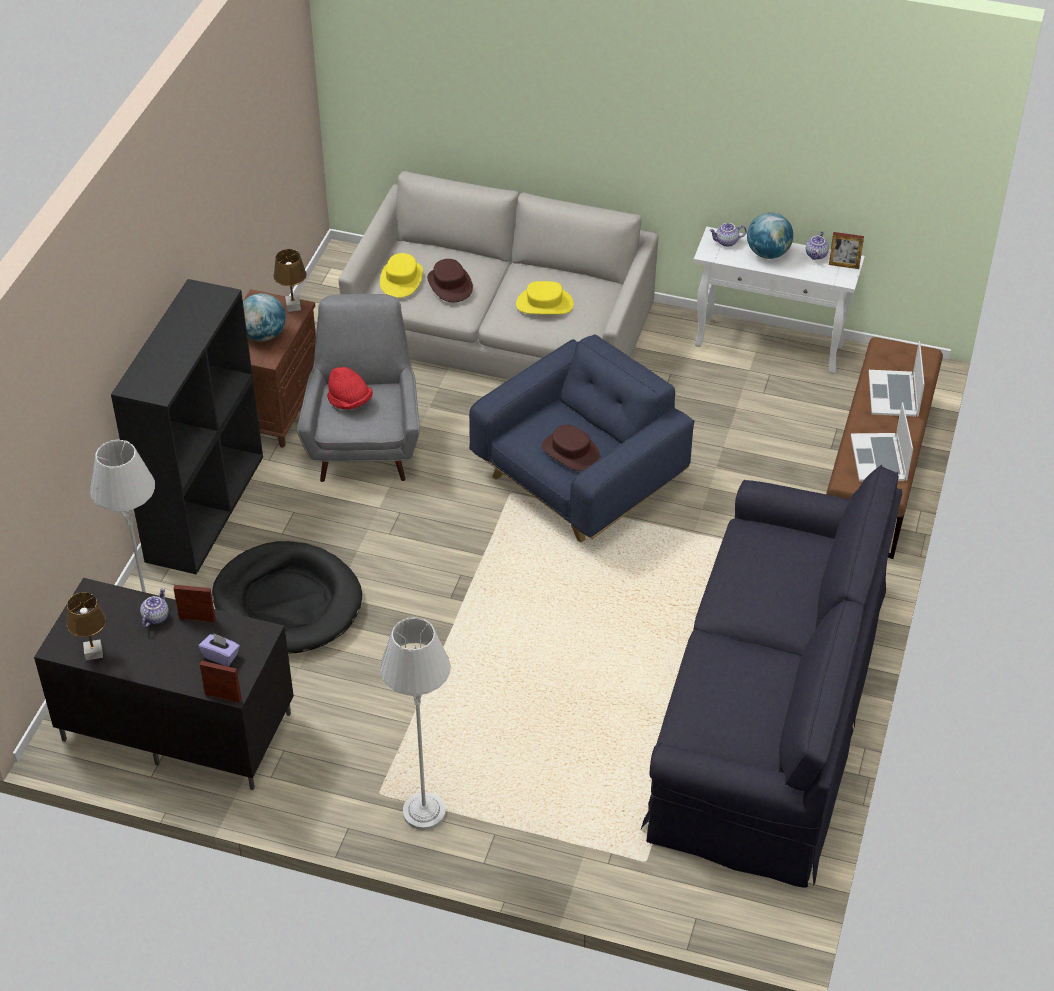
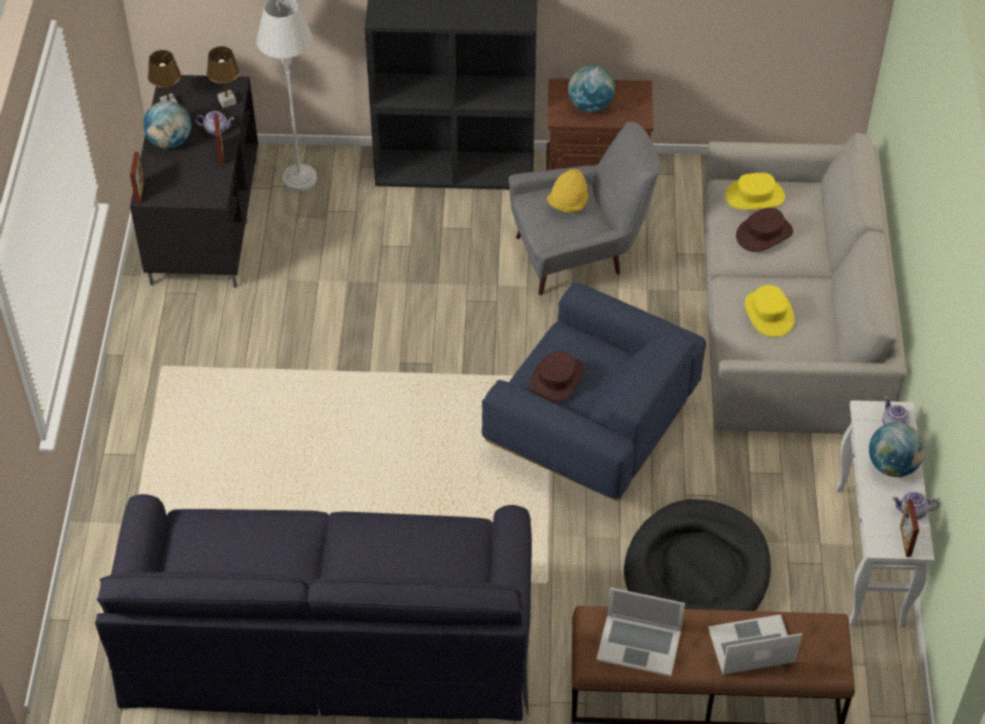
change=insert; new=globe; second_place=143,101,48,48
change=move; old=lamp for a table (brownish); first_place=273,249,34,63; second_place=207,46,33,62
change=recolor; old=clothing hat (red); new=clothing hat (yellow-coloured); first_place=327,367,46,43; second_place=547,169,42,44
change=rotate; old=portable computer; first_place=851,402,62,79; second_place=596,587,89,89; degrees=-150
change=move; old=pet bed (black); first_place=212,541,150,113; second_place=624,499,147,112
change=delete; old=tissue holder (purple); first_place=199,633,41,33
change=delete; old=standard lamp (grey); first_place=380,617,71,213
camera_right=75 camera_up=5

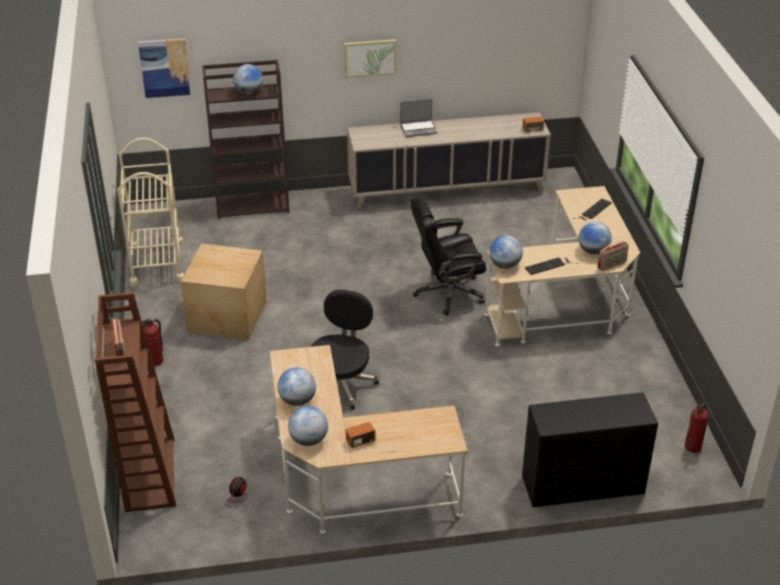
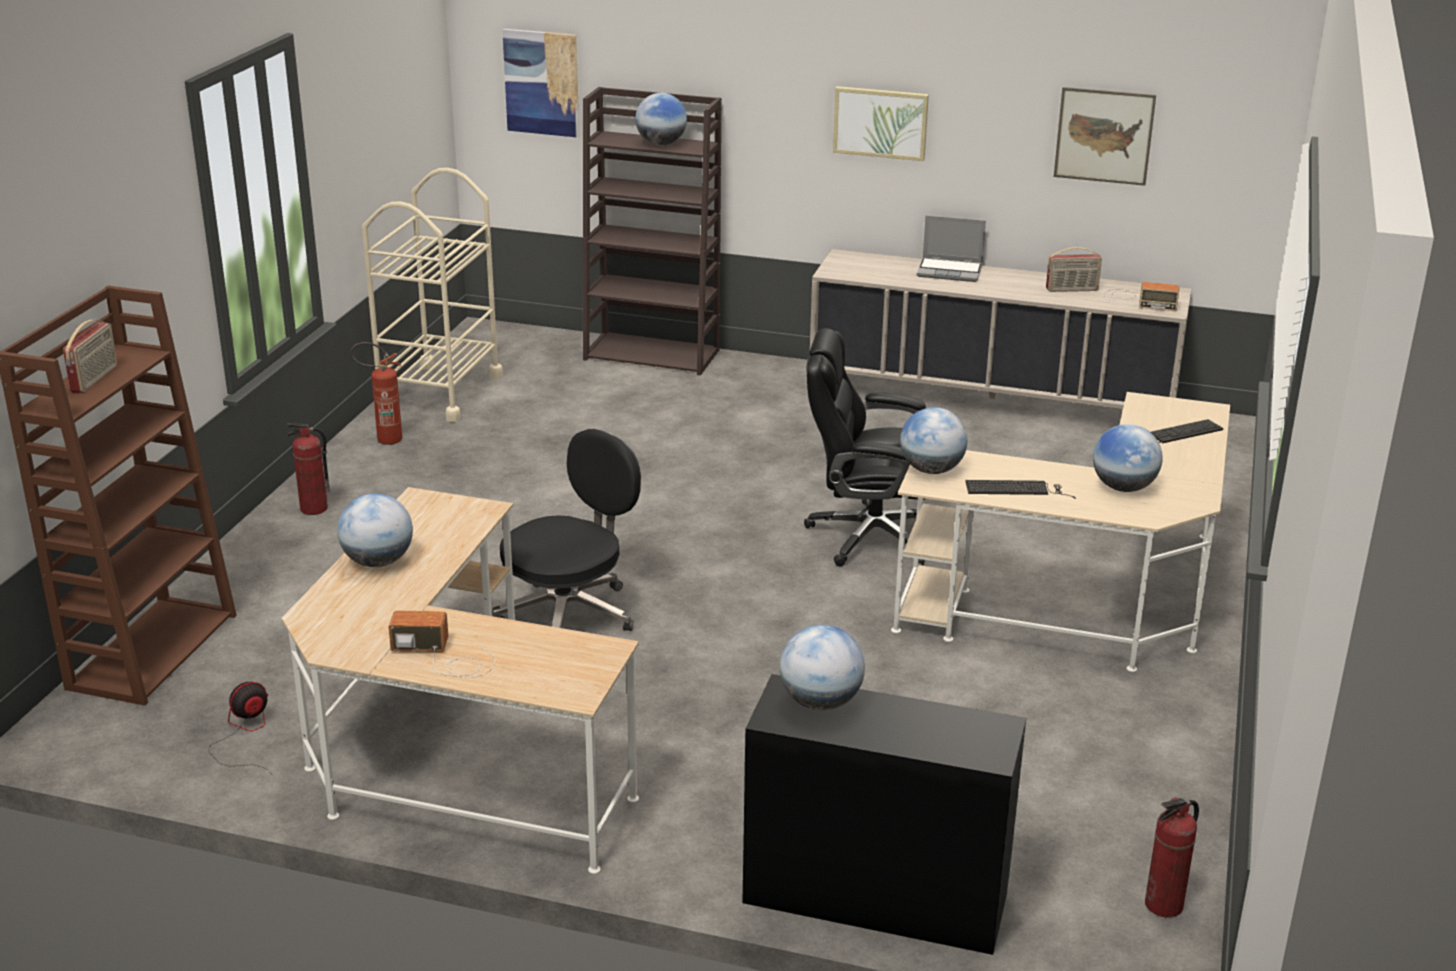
change=insert; new=fire-fighting cylinder; second_place=350,342,52,103
change=move; old=globe; first_place=288,406,40,40; second_place=780,625,85,85
change=move; old=radio receiver; first_place=597,241,32,30; second_place=1046,247,56,45
change=insert; new=wall picture; second_place=1054,87,102,99
change=delete; old=cardboard box; first_place=181,243,86,97
camera_right=25 camera_up=-10

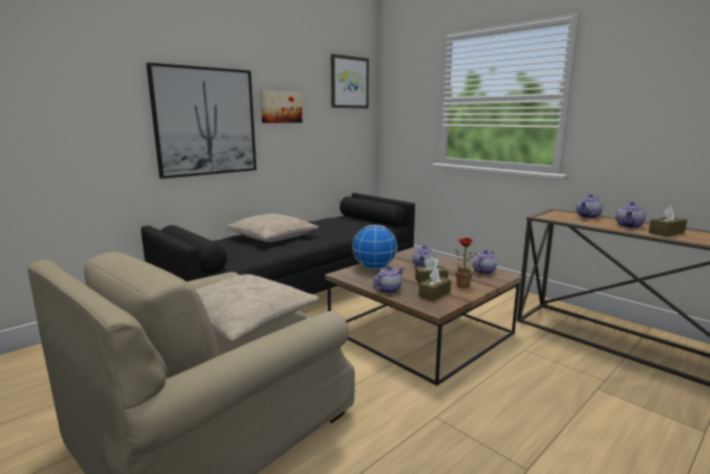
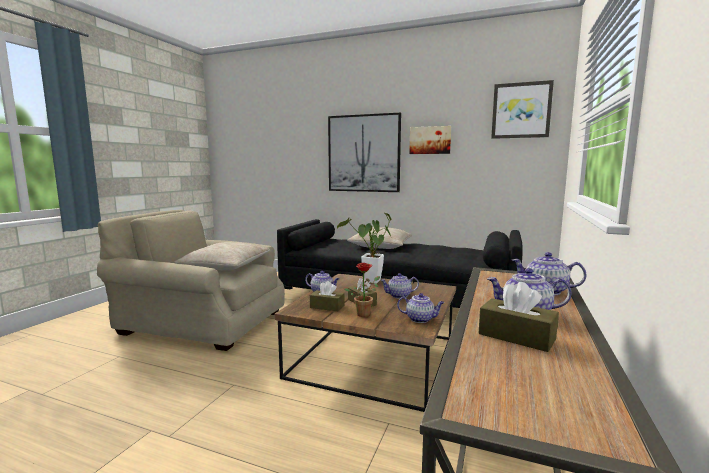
change=replace; old=globe; new=houseplant; first_place=352,225,45,44; second_place=337,213,54,71
camera_right=65 camera_up=-5

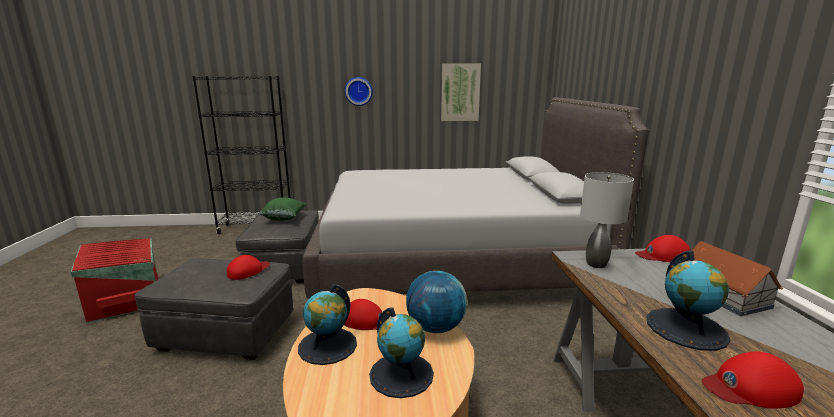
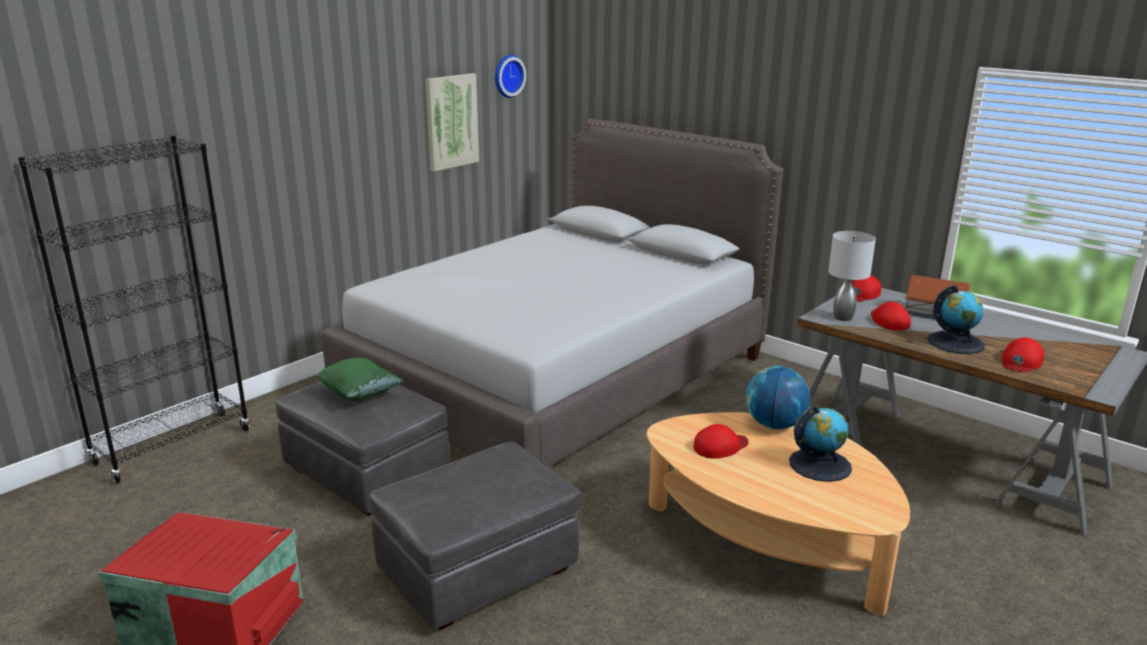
change=move; old=wall clock; first_place=345,77,28,29; second_place=495,55,31,43
change=move; old=cap (red); first_place=227,255,43,25; second_place=871,302,40,28
change=delete; old=globe; first_place=298,284,59,81
camera_right=-45 camera_up=5

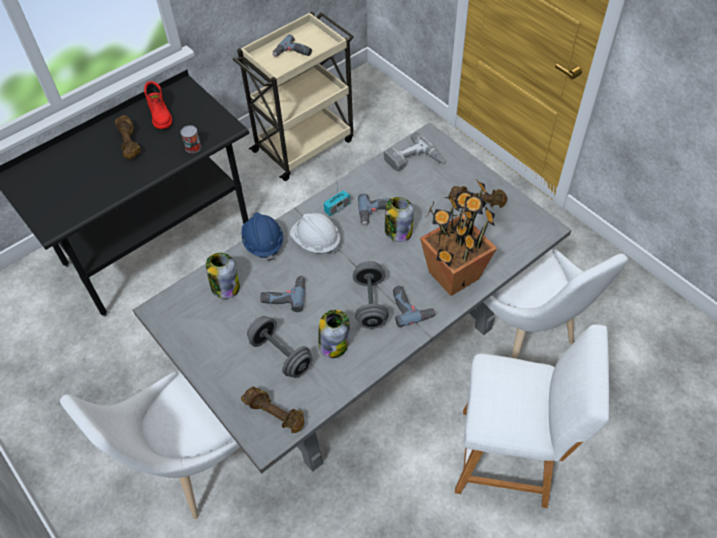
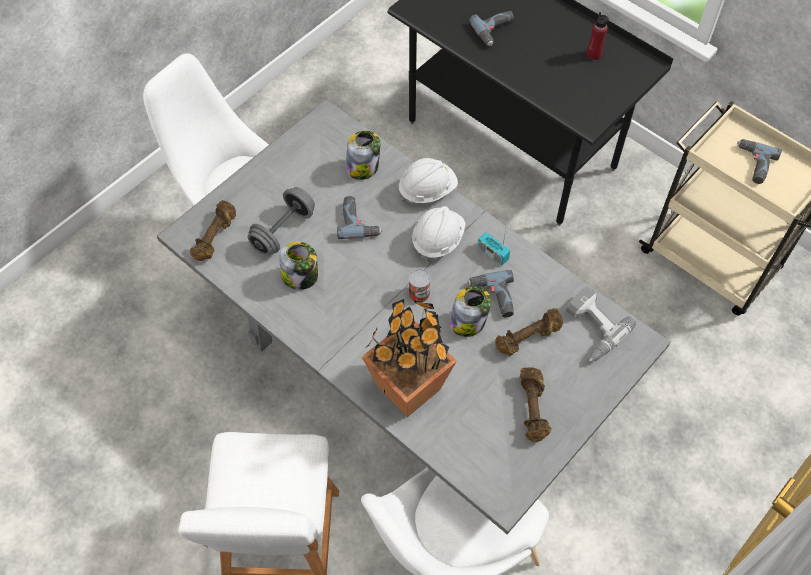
change=recolor; old=safety helmet (bluish); new=safety helmet (white); first_place=241,212,42,49; second_place=399,158,59,46
change=move; old=sealed can; first_place=181,125,20,28; second_place=409,269,22,34
change=move; old=power drill; first_place=393,286,44,41; second_place=469,11,45,35
change=move; old=dumbbell (brownish); first_place=115,115,26,44; second_place=495,308,68,48
change=replace; old=high-top boot (red); new=bottle (red); first_place=144,81,28,48; second_place=587,12,22,48
change=delete; old=dumbbell (grey); first_place=353,261,36,68
camera_right=80 camera_up=5

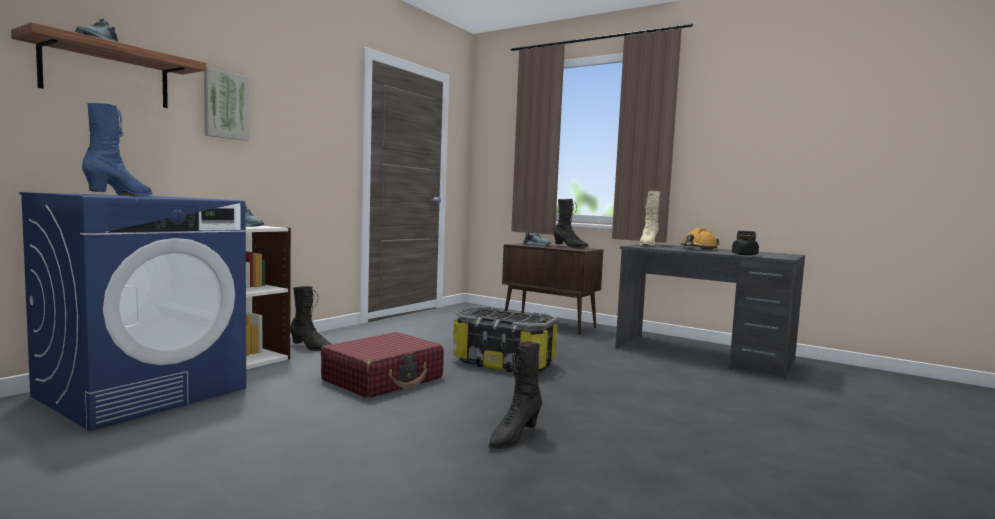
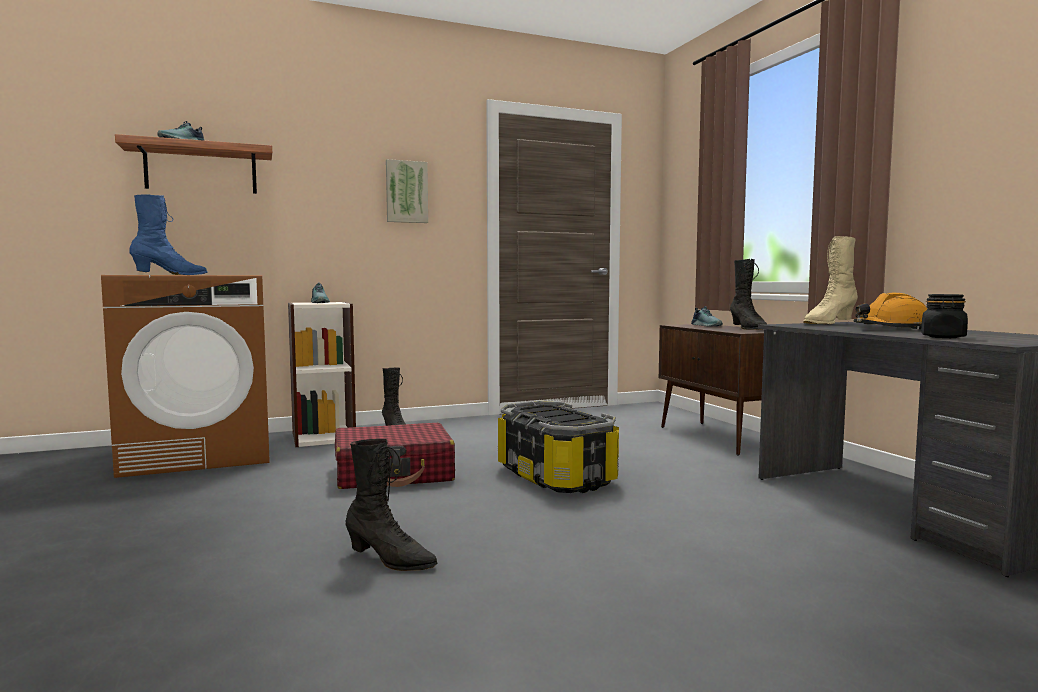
change=recolor; old=laundry appliance (bluish); new=laundry appliance (brownish); first_place=19,192,227,239; second_place=101,275,169,203
change=rotate; old=high-top boot (black); first_place=488,342,54,107; second_place=346,439,91,132; degrees=-135
change=move; old=wall picture; first_place=204,68,45,73; second_place=386,159,42,64
camera_right=35 camera_up=0

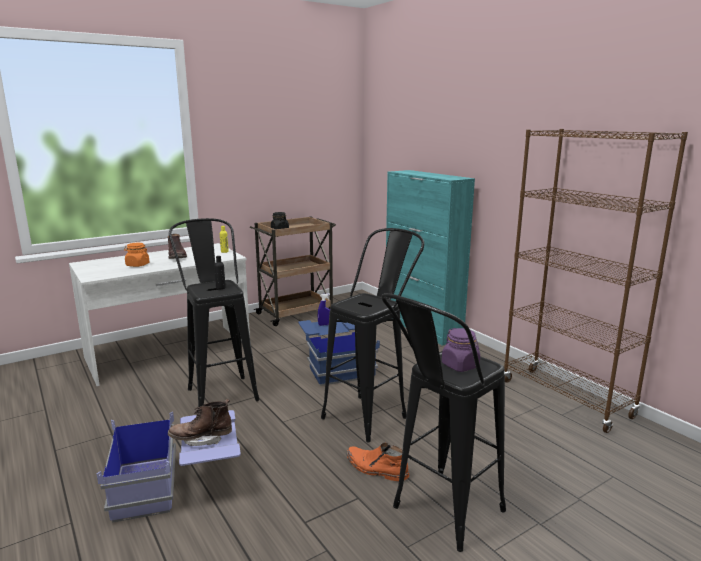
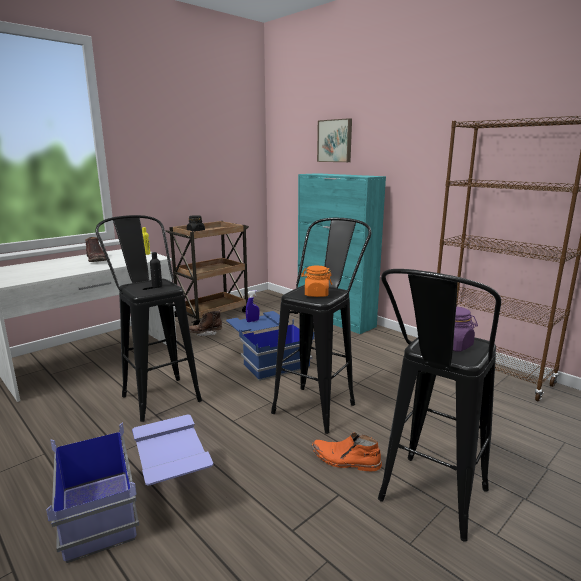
change=move; old=high-top boot (brownish); first_place=168,399,64,47; second_place=189,310,33,26
change=move; old=preserve jar (orange-coloured); first_place=124,243,25,24; second_place=301,266,31,31
change=insert; new=wall picture; second_place=317,118,35,44
camera_right=-10 camera_up=0

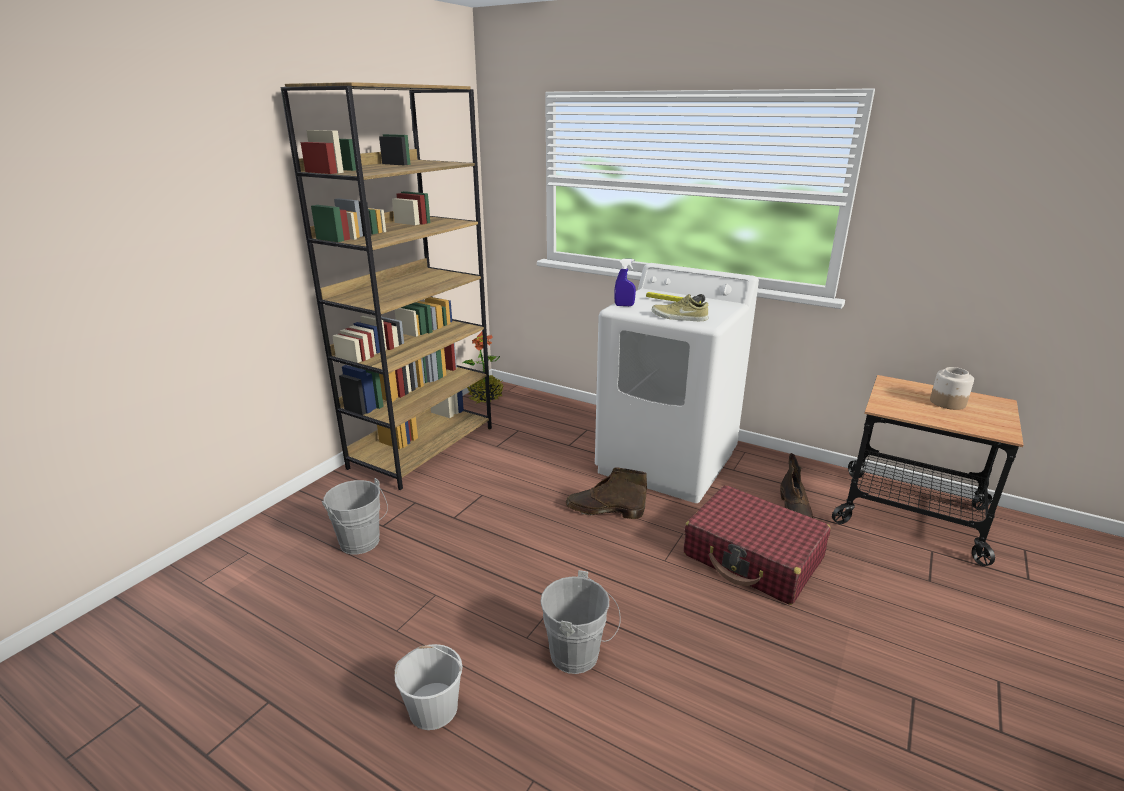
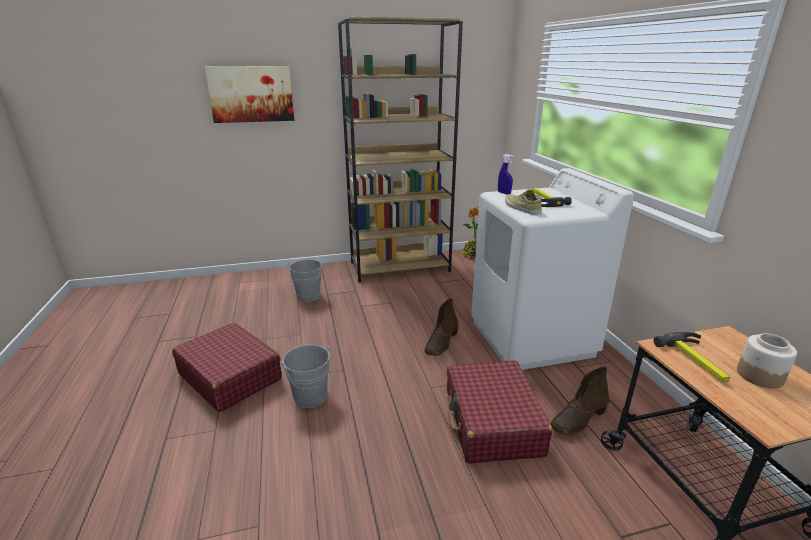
change=replace; old=bucket (white); new=piece of luggage (red); first_place=395,644,67,86; second_place=172,323,110,89
change=insert; new=wall picture; second_place=204,66,90,57
change=rotate; old=high-top boot (brownish); first_place=566,467,81,52; second_place=424,298,35,58; degrees=-120
change=insert; new=tool hammer; second_place=654,332,76,50
camera_right=45 camera_up=0

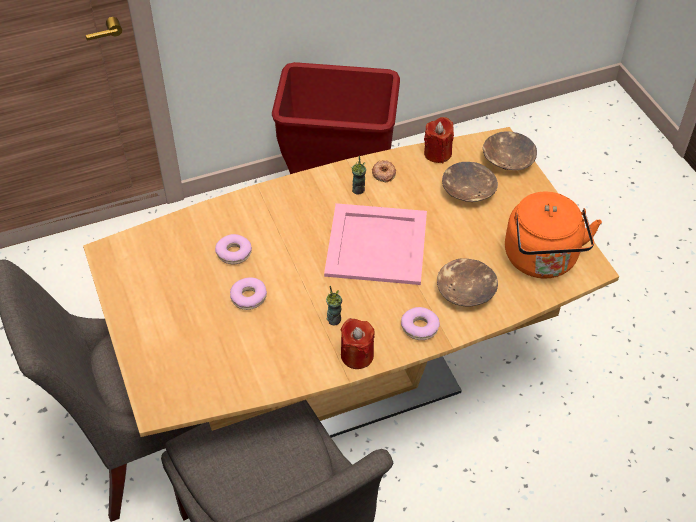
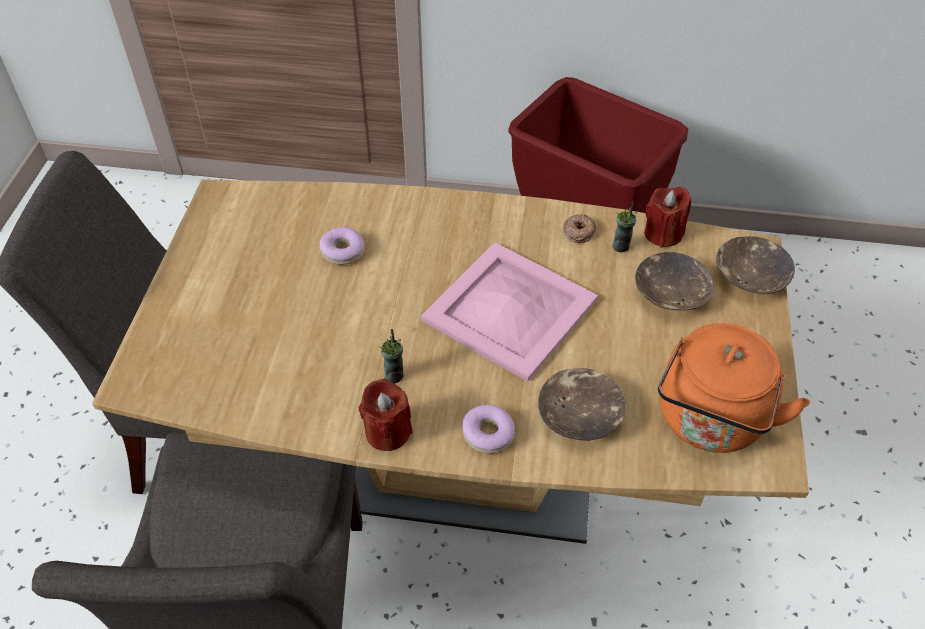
change=move; old=cup; first_place=351,156,15,39; second_place=612,201,25,52
change=delete; old=ring doughnut; first_place=230,277,37,33
camera_right=30 camera_up=0

